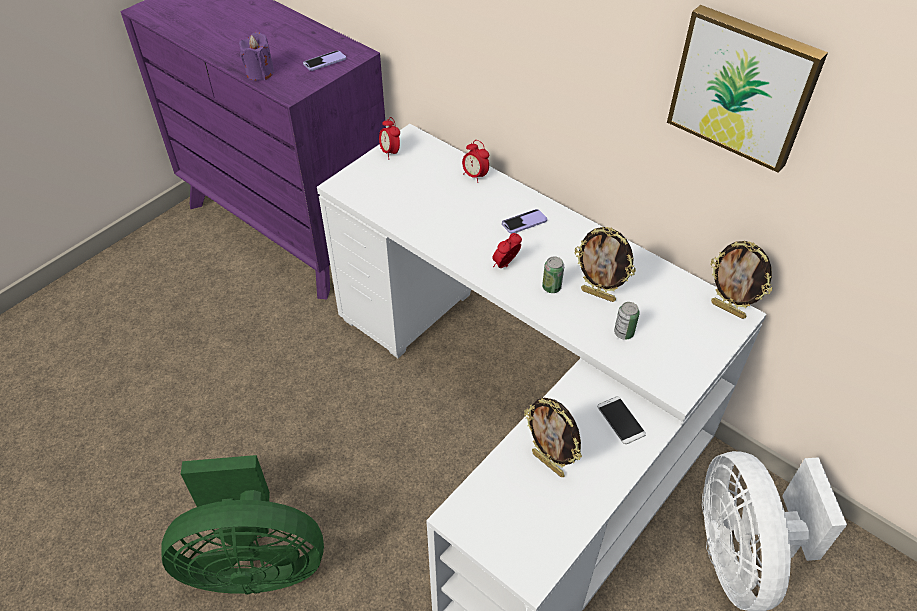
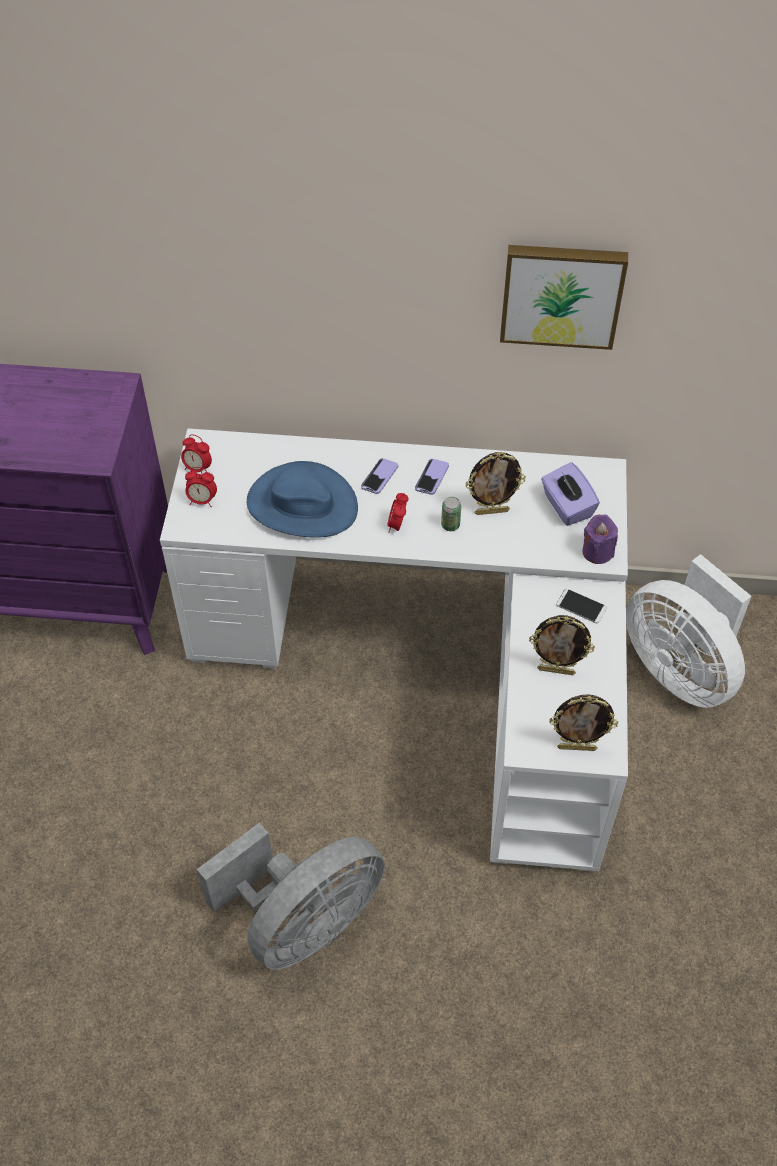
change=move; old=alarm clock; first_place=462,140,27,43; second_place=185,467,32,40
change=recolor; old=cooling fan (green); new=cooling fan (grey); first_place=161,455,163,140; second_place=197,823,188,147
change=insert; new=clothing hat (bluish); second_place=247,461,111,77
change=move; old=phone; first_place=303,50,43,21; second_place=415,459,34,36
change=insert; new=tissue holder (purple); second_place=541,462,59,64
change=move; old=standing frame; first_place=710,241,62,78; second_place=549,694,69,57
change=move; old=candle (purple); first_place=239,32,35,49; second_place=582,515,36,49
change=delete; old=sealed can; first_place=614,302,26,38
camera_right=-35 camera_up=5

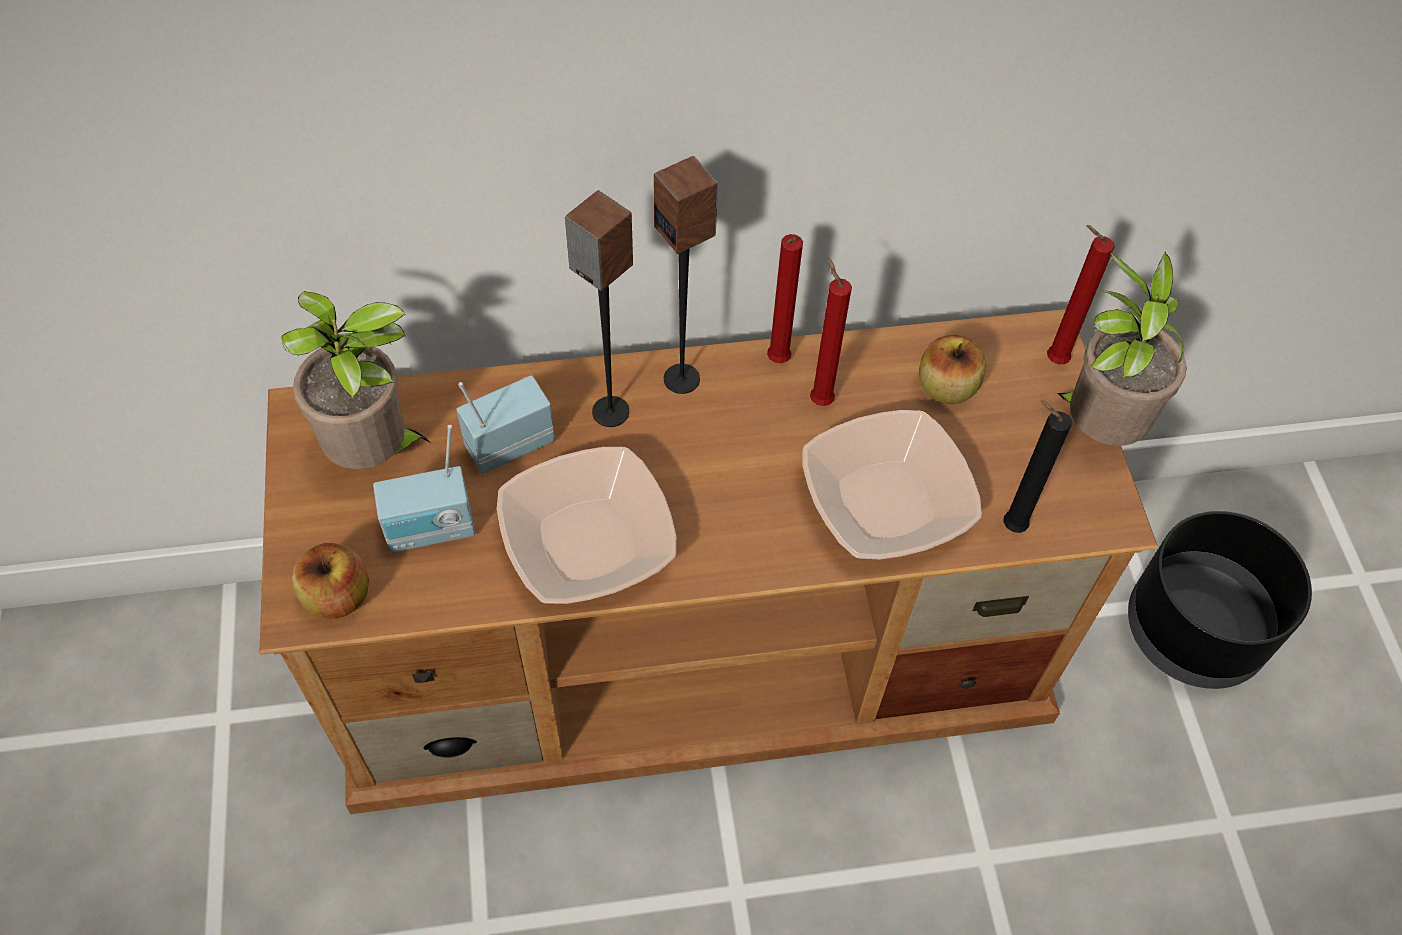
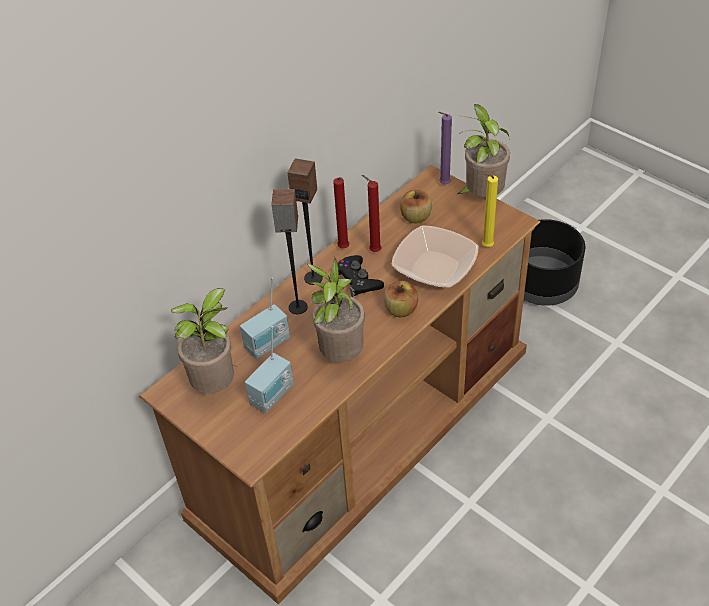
change=rotate; old=radio receiver; first_place=456,375,99,99; second_place=240,278,50,81; degrees=-150
change=replace; old=bowl; new=houseplant; first_place=497,447,179,157; second_place=307,257,58,105
change=insert; new=gamepad (black); second_place=337,255,47,42
change=move; old=apple fruit; first_place=292,543,77,76; second_place=384,281,34,36
change=recolor; old=candle (red); new=candle (purple); first_place=1047,225,68,139; second_place=438,112,14,72
change=recolor; old=candle (black); new=candle (yellow-coloured); first_place=1004,400,68,133; second_place=482,173,16,74
camera_right=-35 camera_up=-10

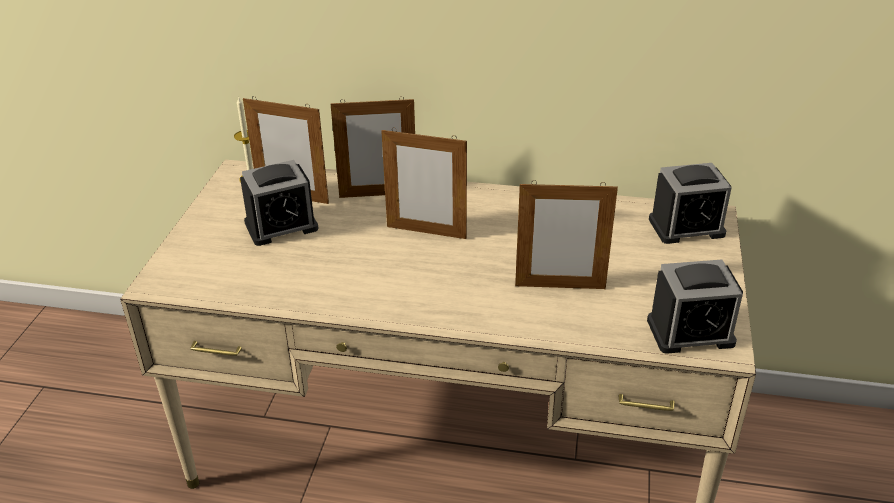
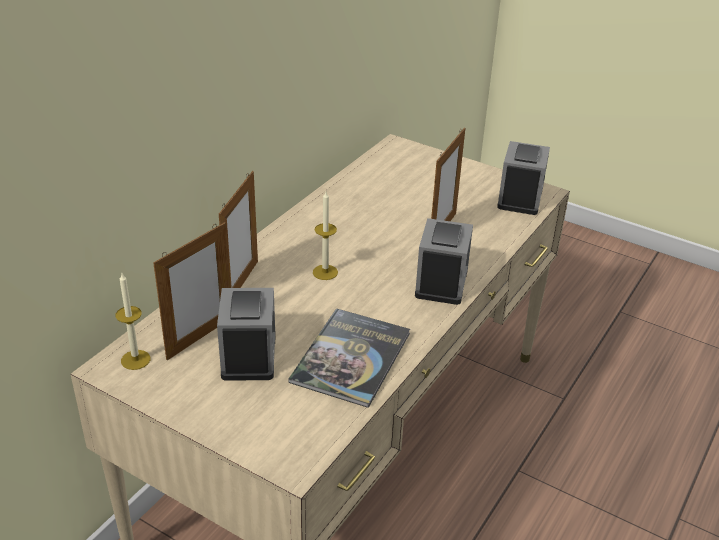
change=insert; new=book; second_place=288,308,122,100
change=replace; old=standing frame; new=candle; first_place=381,128,86,111; second_place=313,192,25,88
change=move; old=alarm clock; first_place=649,163,83,81; second_place=415,218,58,87
camera_right=-70 camera_up=0

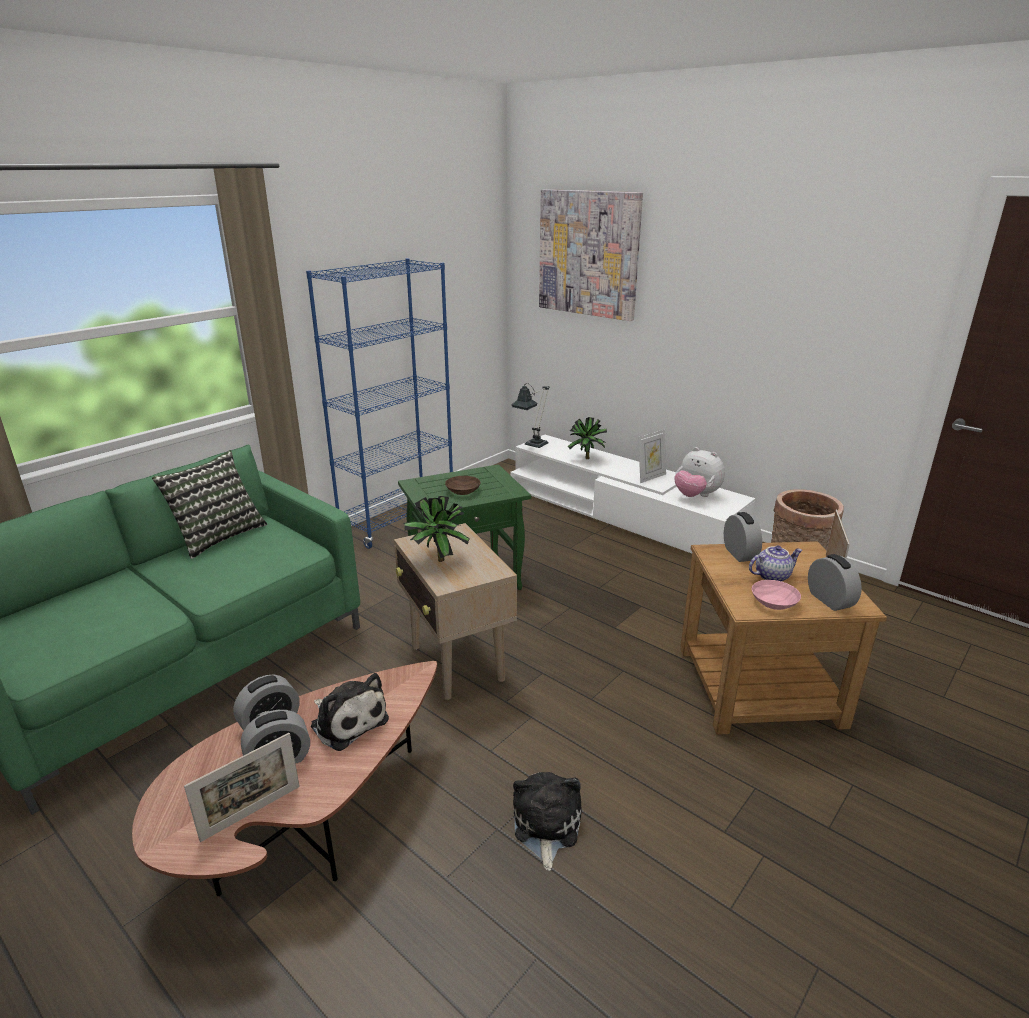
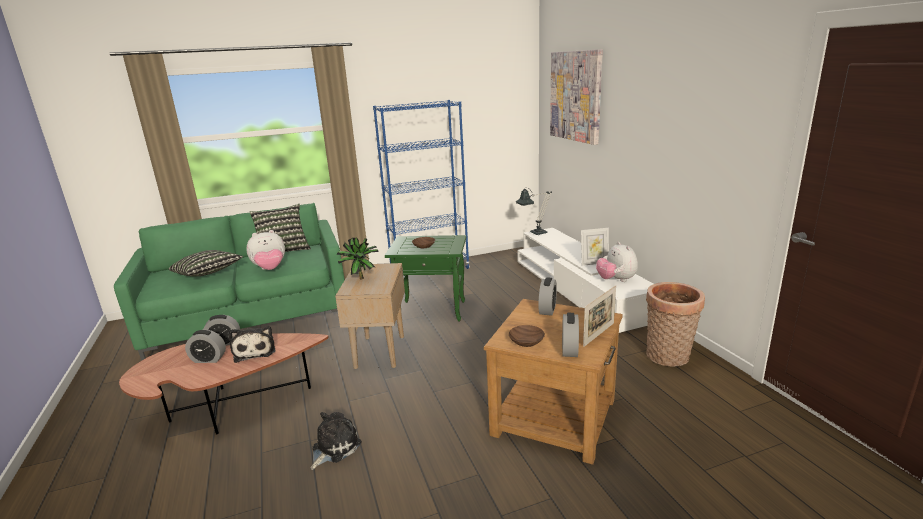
change=insert; new=throw pillow; second_place=169,250,74,26
change=insert; new=soft toy; second_place=246,230,39,40
change=recolor; old=bowl (pinkish); new=bowl (brownish); first_place=752,580,49,30; second_place=509,325,36,22
change=delete; old=standing frame; first_place=184,733,116,109
change=delete; old=houseplant; first_place=567,417,40,42
change=delete; old=tea pot; first_place=749,545,54,37
camera_right=30 camera_up=-5

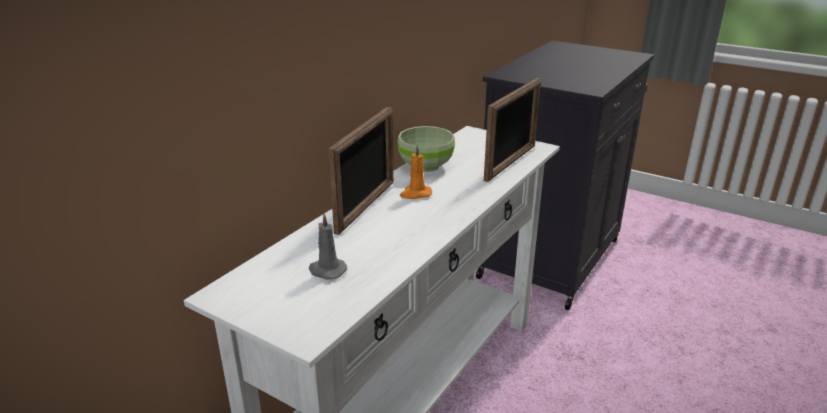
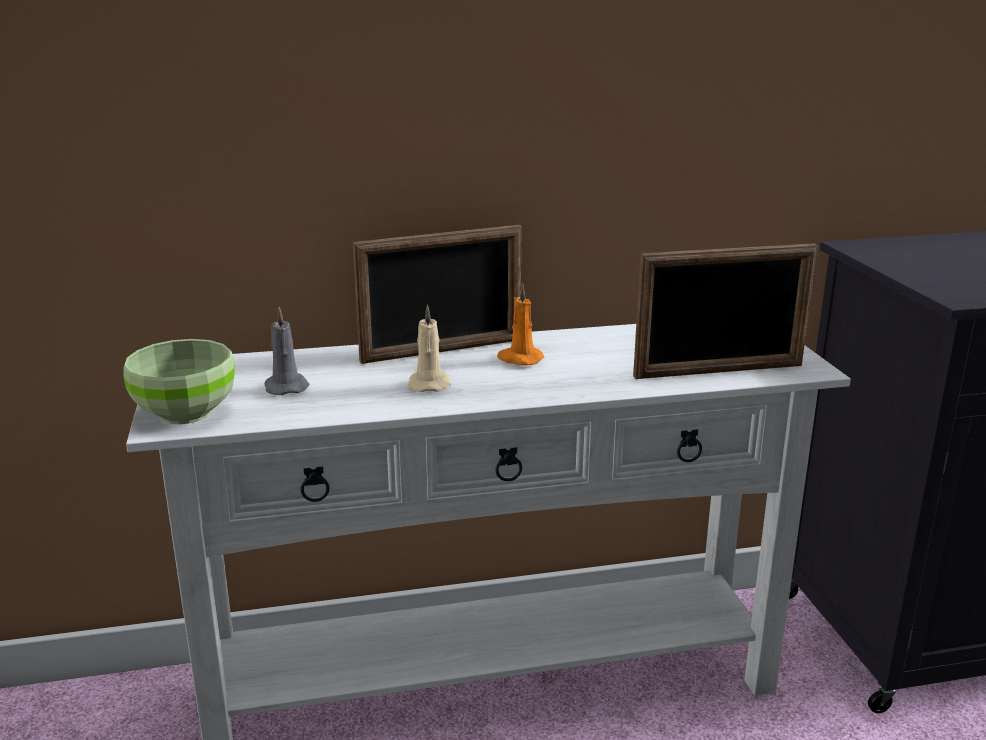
change=move; old=bowl (green); first_place=397,126,58,46; second_place=123,339,112,85
change=insert; new=candle (beige-coloured); second_place=408,304,43,88
camera_right=45 camera_up=-5

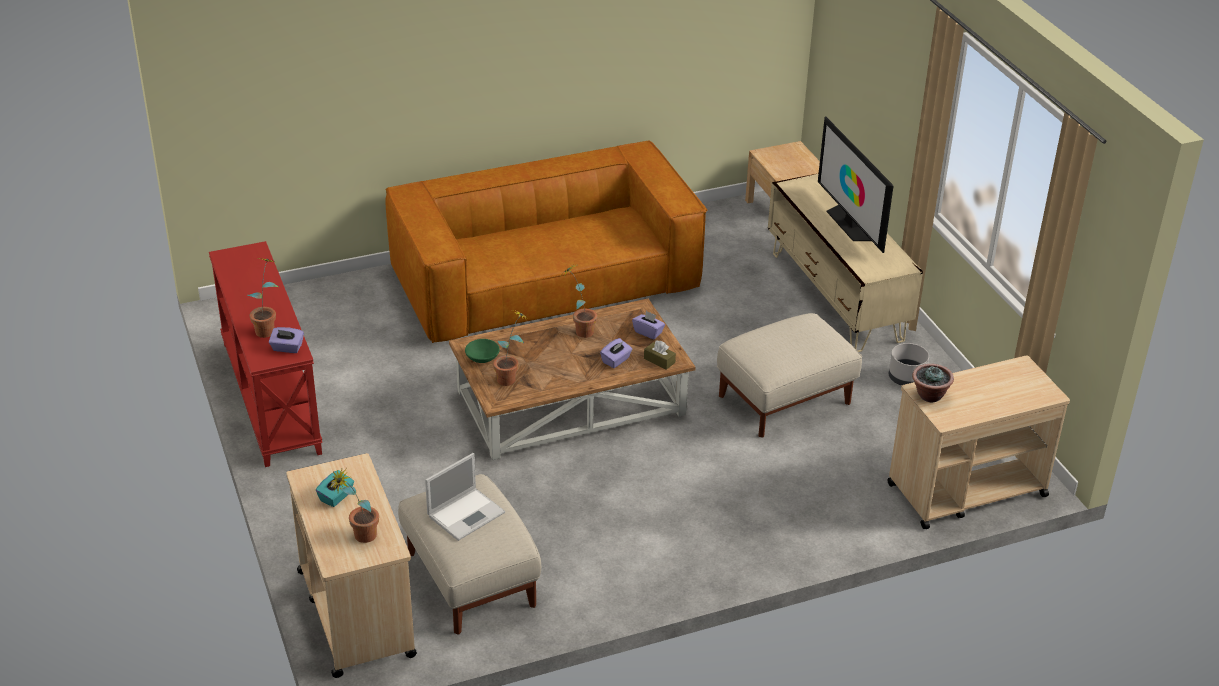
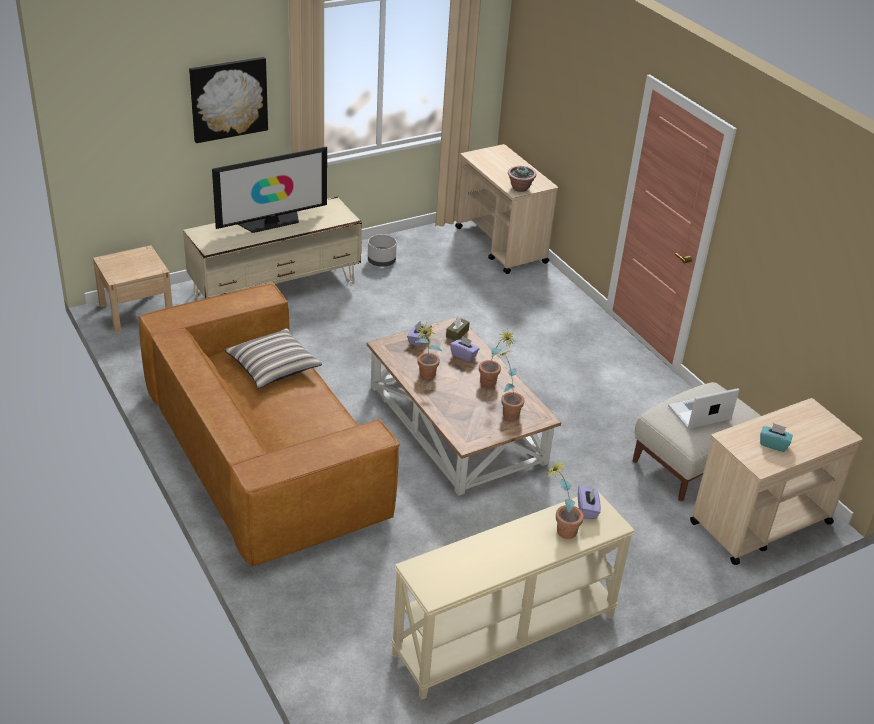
change=insert; new=wall picture; second_place=189,57,79,86
change=insert; new=throw pillow; second_place=224,328,98,60
change=recolor; old=hall table (red); new=hall table (beige-coloured); first_place=209,241,114,226; second_place=391,490,244,210
change=move; old=houseplant; first_place=329,468,50,75; second_place=479,330,36,57
change=rotate; old=portable computer; first_place=425,453,80,88; second_place=668,388,71,41; degrees=-60
change=delete; old=bowl (green); first_place=465,339,35,24
change=delete; old=ottoman (beige-coloured); first_place=717,313,145,124
camera_right=-100 camera_up=0

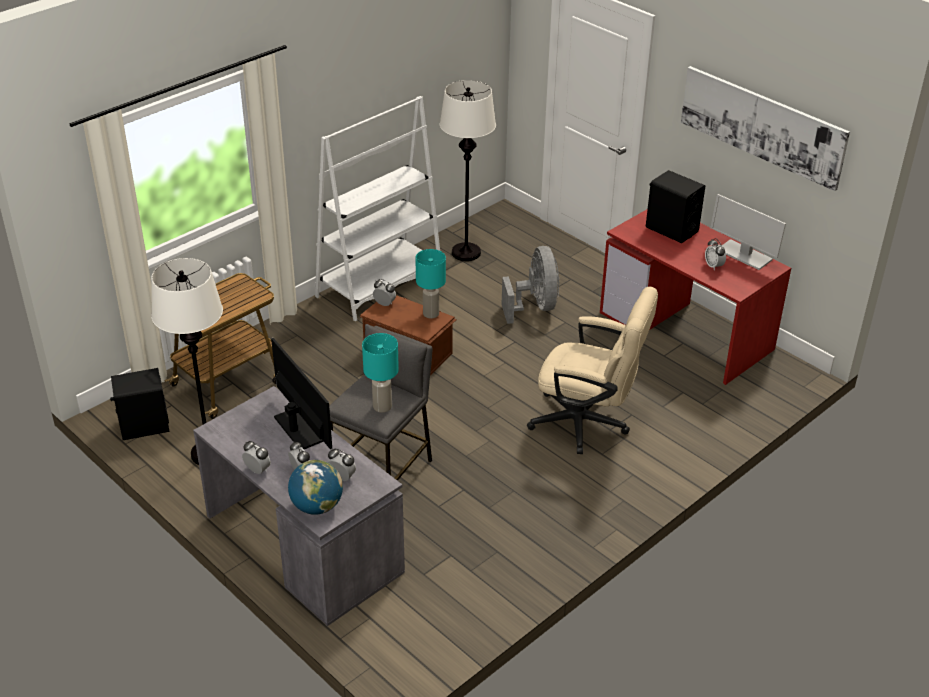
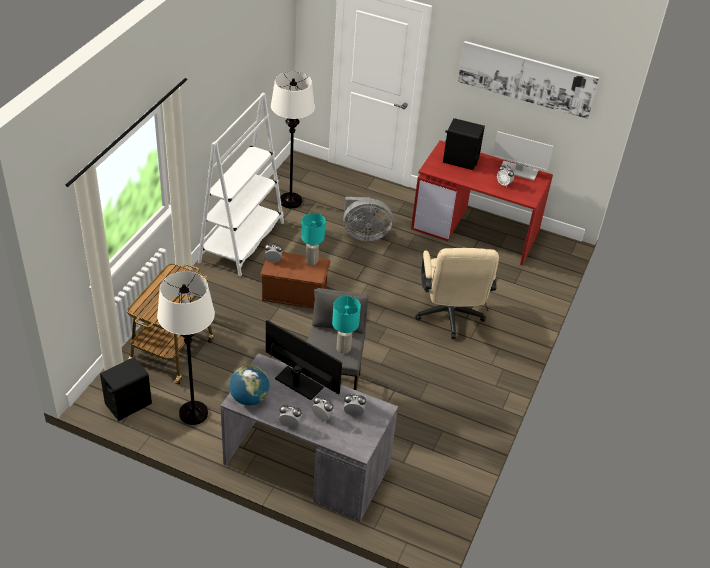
change=move; old=globe; first_place=288,460,55,55; second_place=229,365,40,40
change=rotate; old=cooling fan (grey); first_place=502,246,58,78; second_place=343,197,50,44; degrees=120
change=rotate; old=office chair (beige-coloured); first_place=527,287,131,167; second_place=415,248,84,91; degrees=90
camera_right=-25 camera_up=5

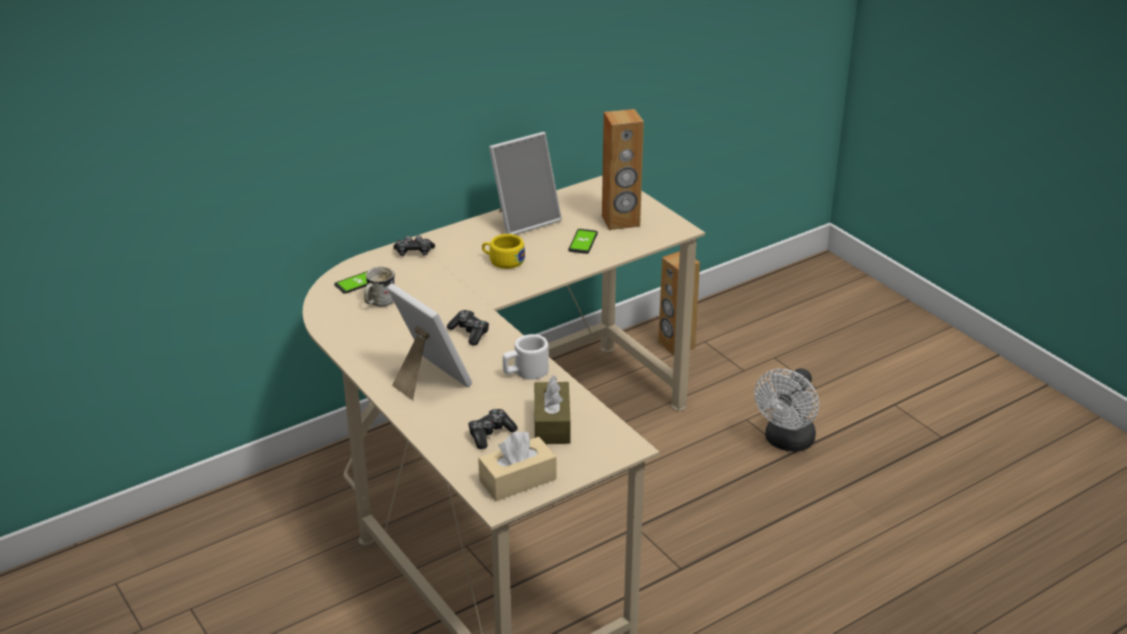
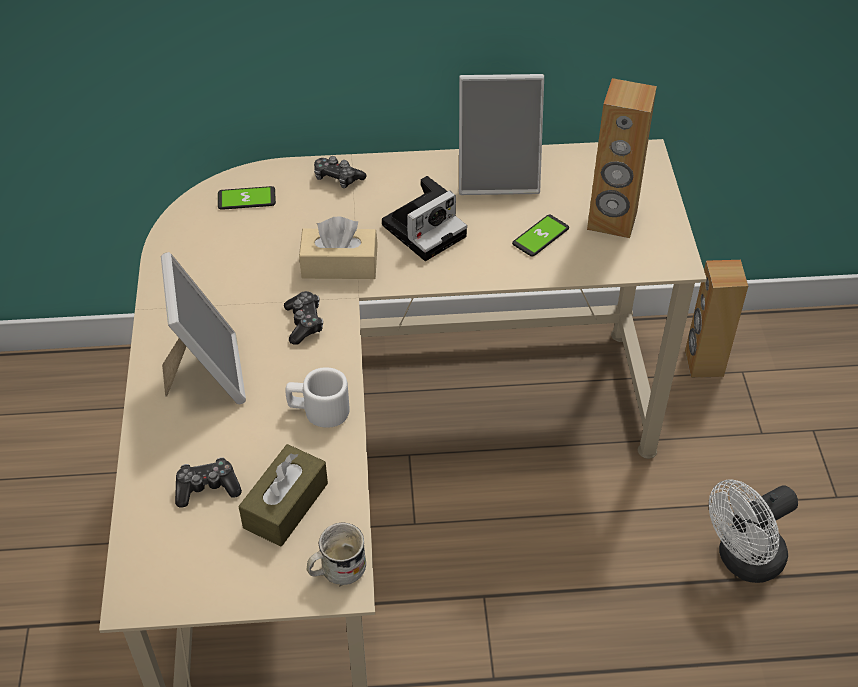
change=move; old=tissue holder (beige-coloured); first_place=478,431,78,70; second_place=299,216,79,63
change=move; old=coffee mug (white); first_place=364,267,31,40; second_place=307,522,59,64
change=replace; old=cup (yellow-coloured); new=photo camera; first_place=482,234,43,35; second_place=382,176,85,85
camera_right=30 camera_up=15

